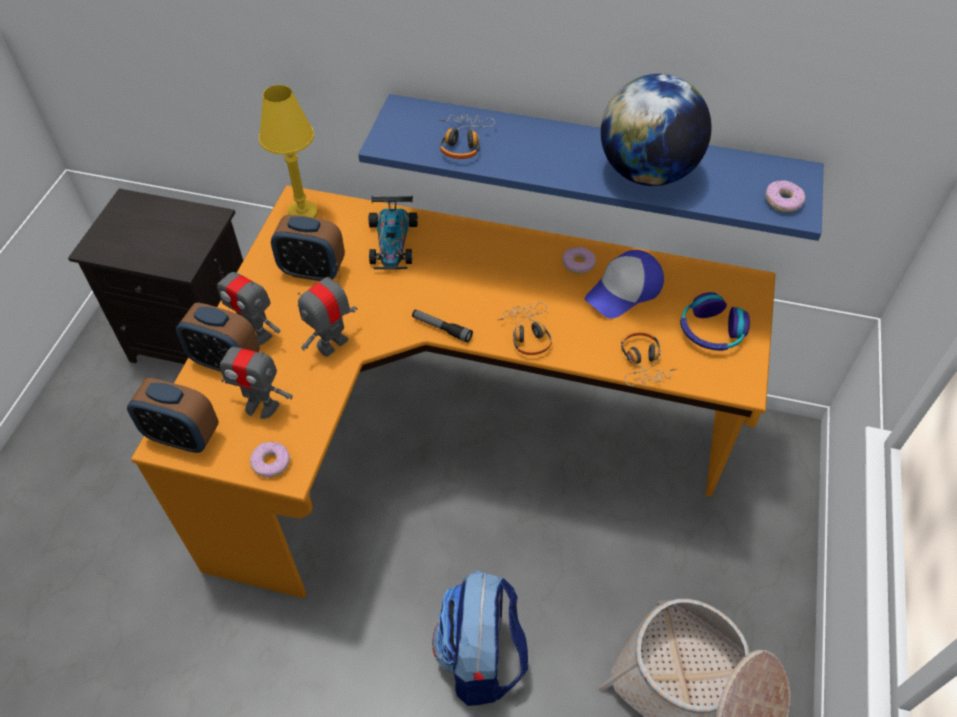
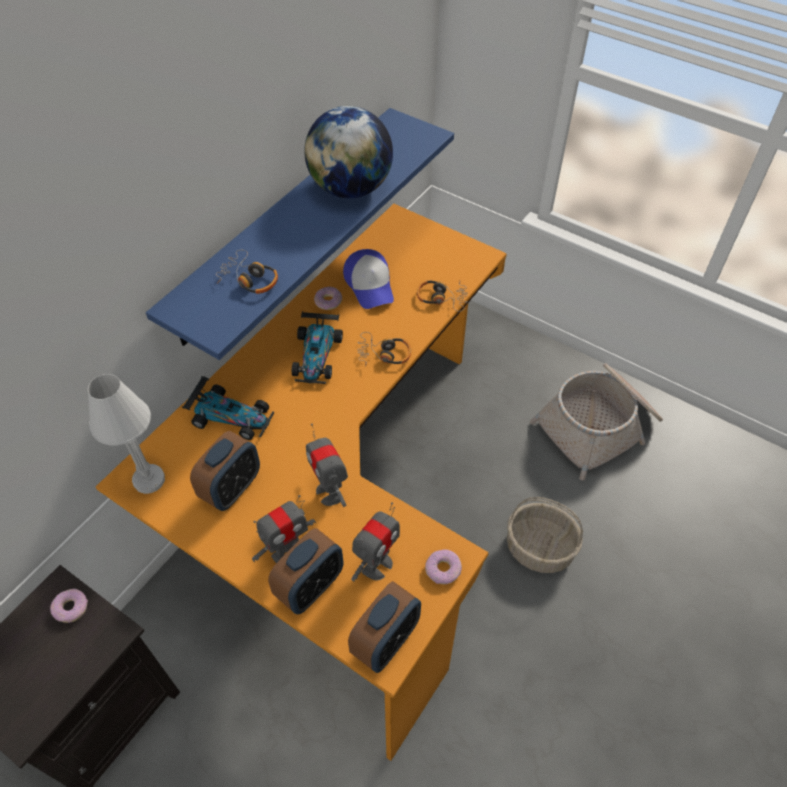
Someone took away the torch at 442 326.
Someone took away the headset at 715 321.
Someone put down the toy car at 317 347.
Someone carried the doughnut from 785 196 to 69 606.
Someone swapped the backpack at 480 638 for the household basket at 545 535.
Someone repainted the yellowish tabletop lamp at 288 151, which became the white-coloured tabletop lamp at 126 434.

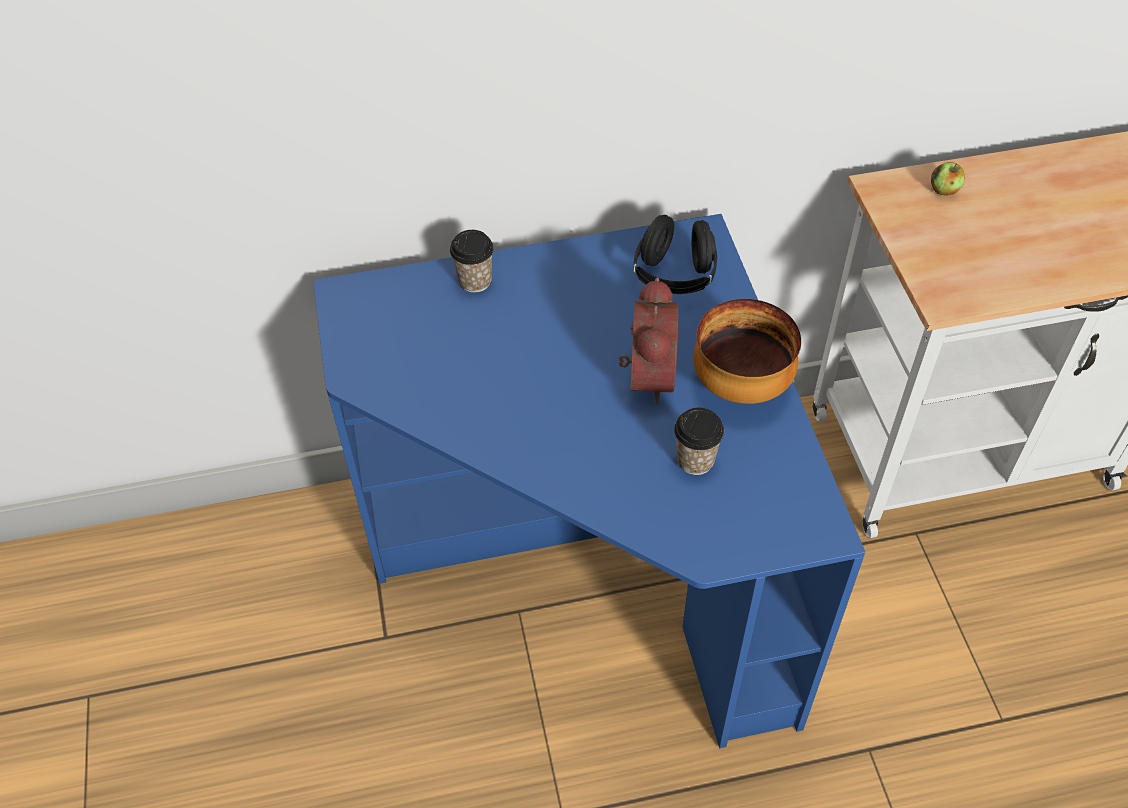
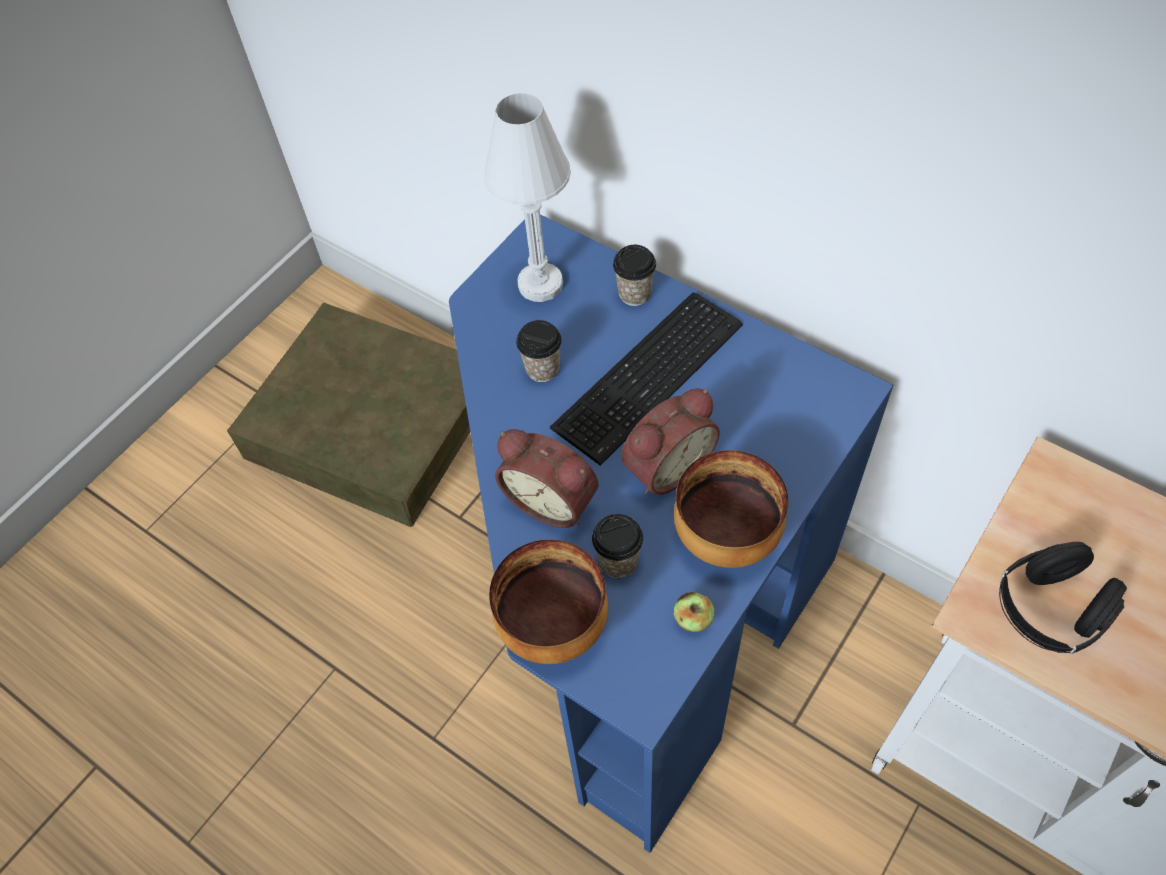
Someone put down the brownish storage box at 348 415.
Someone put down the white-coloured tabletop lamp at 527 197.
Someone put down the serving bowl at 548 601.
Someone put down the table clock at 546 478.
Someone put down the small cup at 539 351.
Someone put down the computer keyboard at 646 379.
Someone carried the black headset from 675 254 to 1063 598.
Someone carried the apple fruit from 948 179 to 694 612.

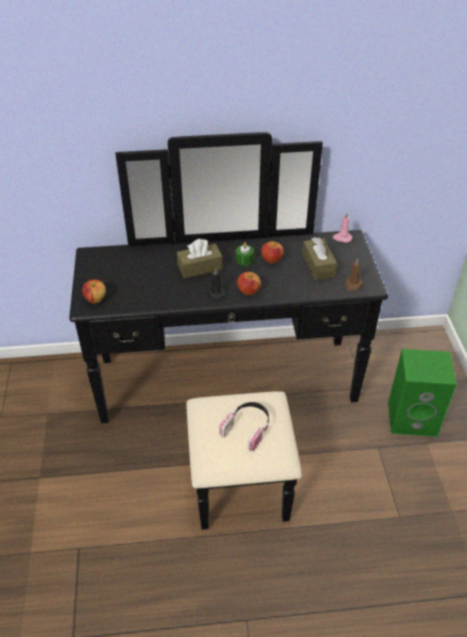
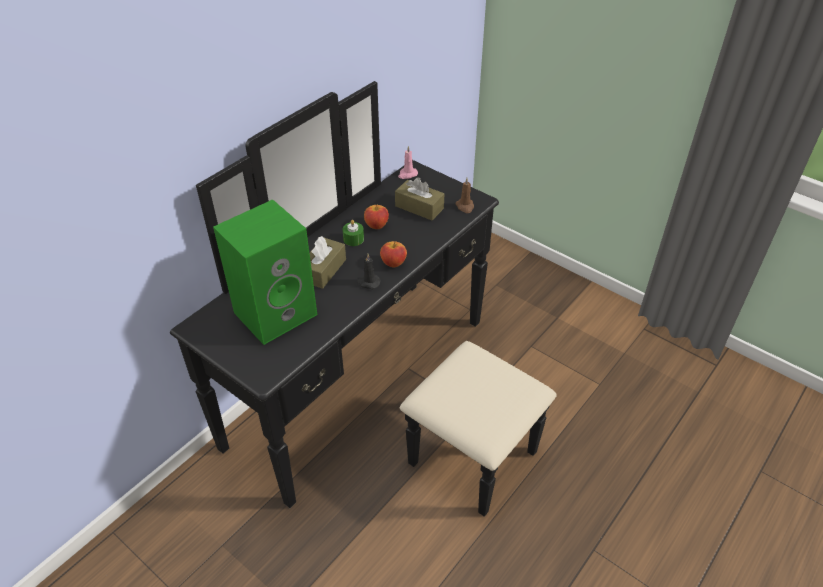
Someone took away the apple fruit at 94 291.
Someone took away the headset at 244 426.
Someone carried the green-coloured speaker from 422 393 to 265 272.

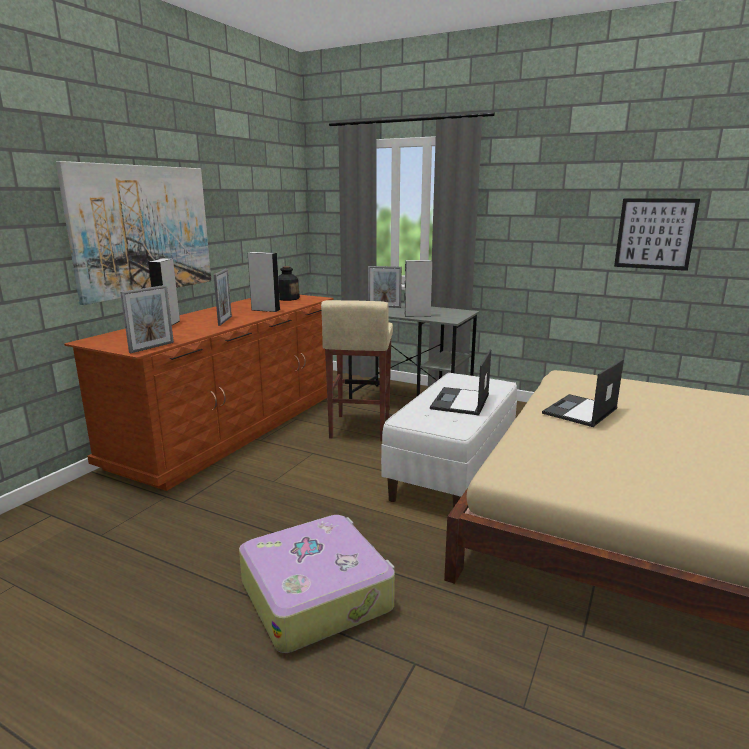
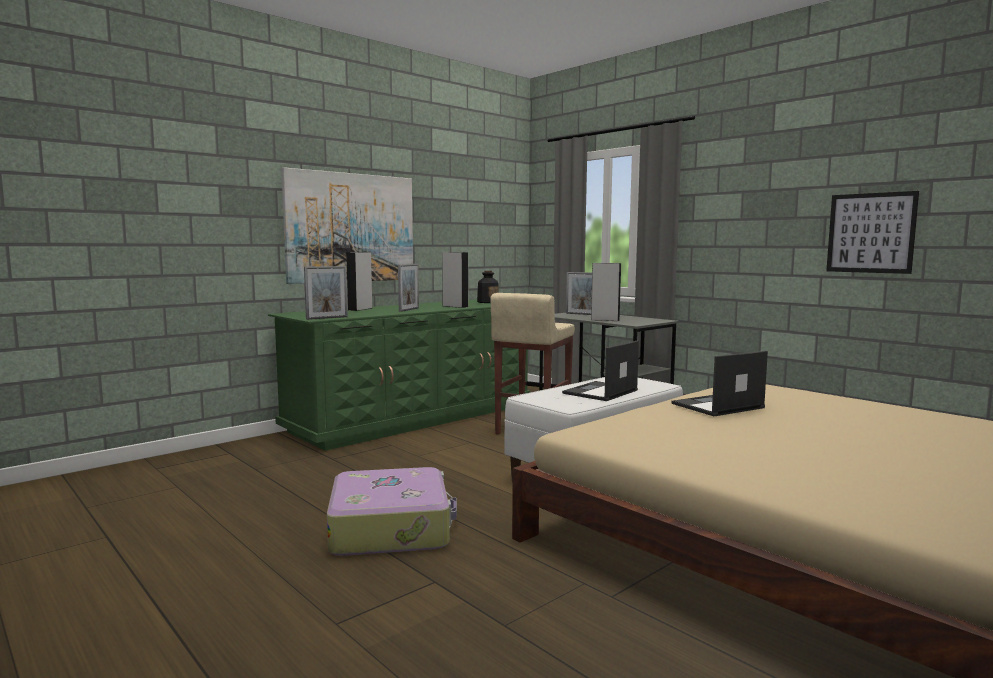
Someone repainted the brownish drawer chest at 199 393, which became the green-coloured drawer chest at 399 375.

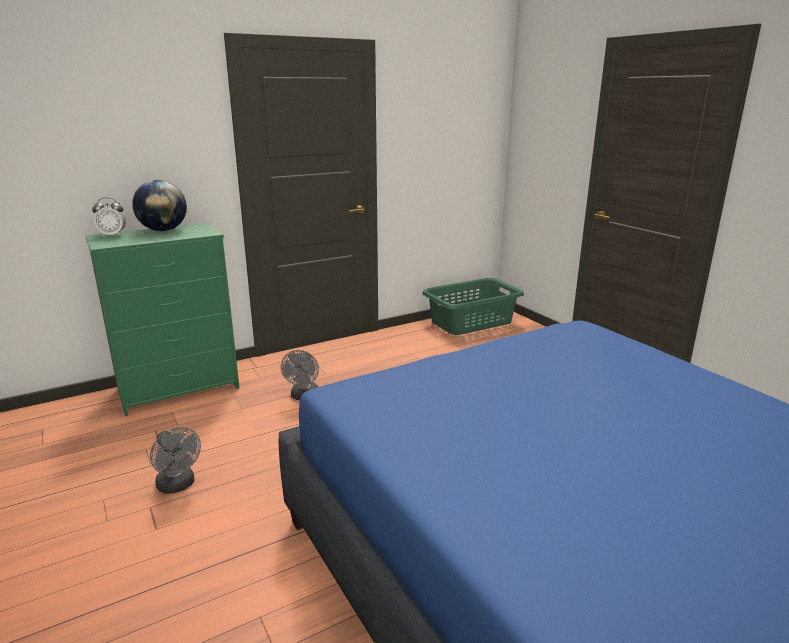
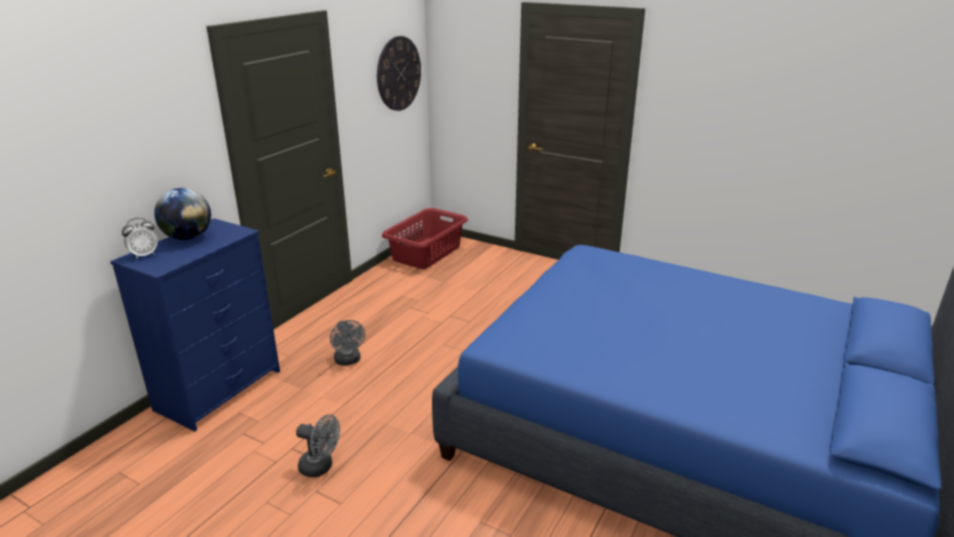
Someone put up the wall clock at 399 73.
Someone repainted the green-coloured drawer chest at 162 319, which became the bluish drawer chest at 195 324.
Someone repainted the green-coloured washing basket at 473 306, which became the reddish washing basket at 425 238.

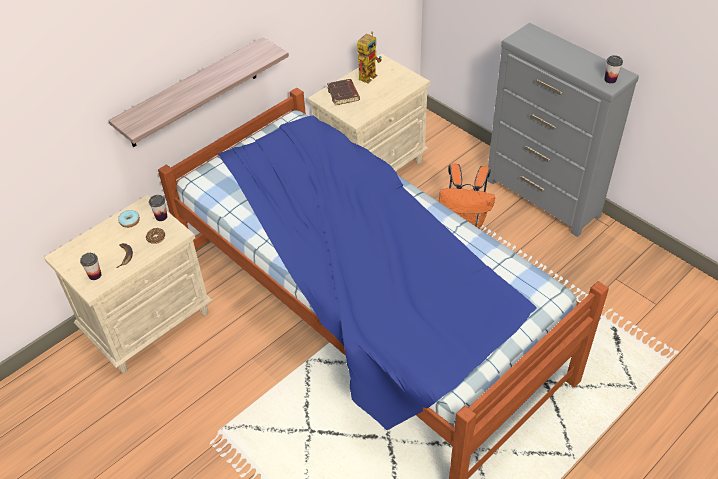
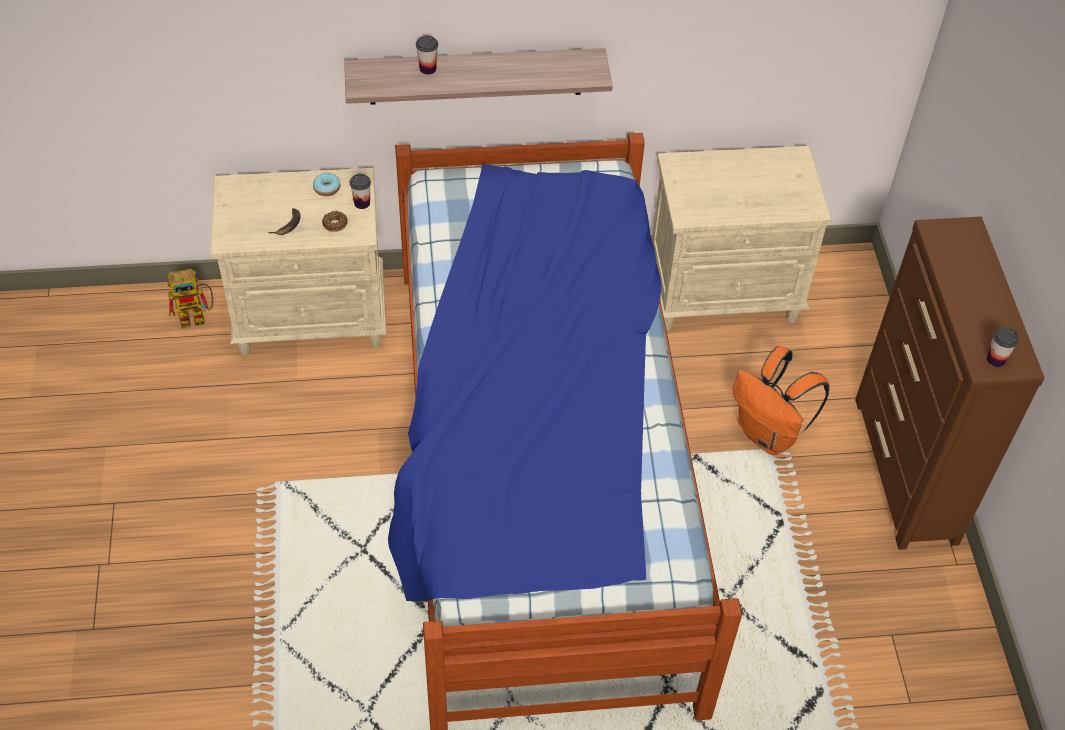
Someone took away the brownish bound book at 343 92.
Someone carried the small cup from 90 266 to 427 55.
Someone carried the model robot from 369 58 to 190 299.
Someone repainted the grey drawer chest at 563 130, which became the brownish drawer chest at 949 383.

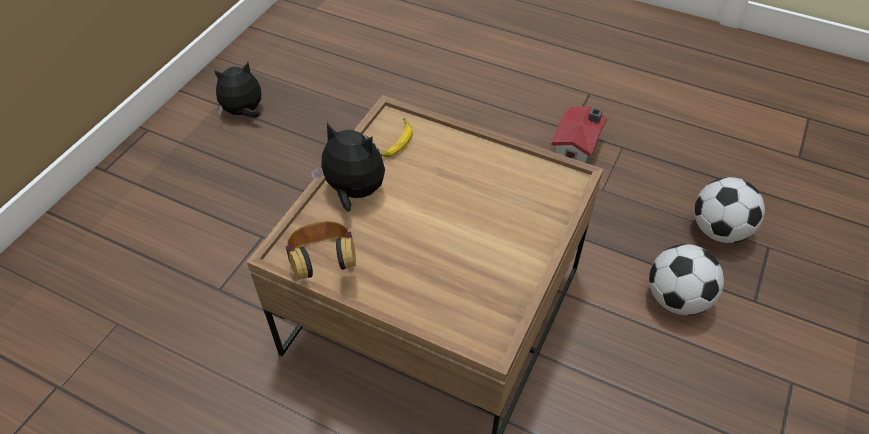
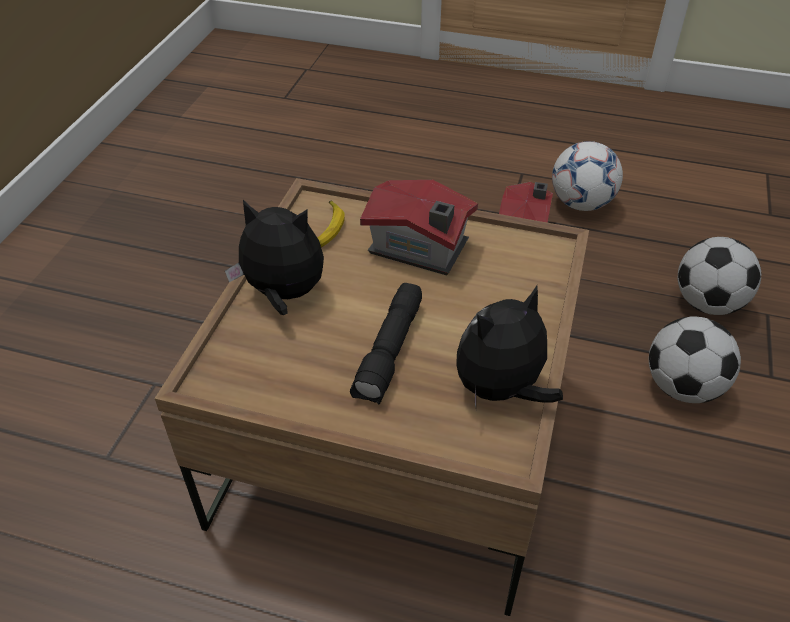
Someone took away the headset at 321 250.
Someone put down the black torch at 386 343.
Someone put down the miniature house at 419 227.
Someone put down the ball for football at 587 176.
Someone carried the plush toy from 237 89 to 509 346.

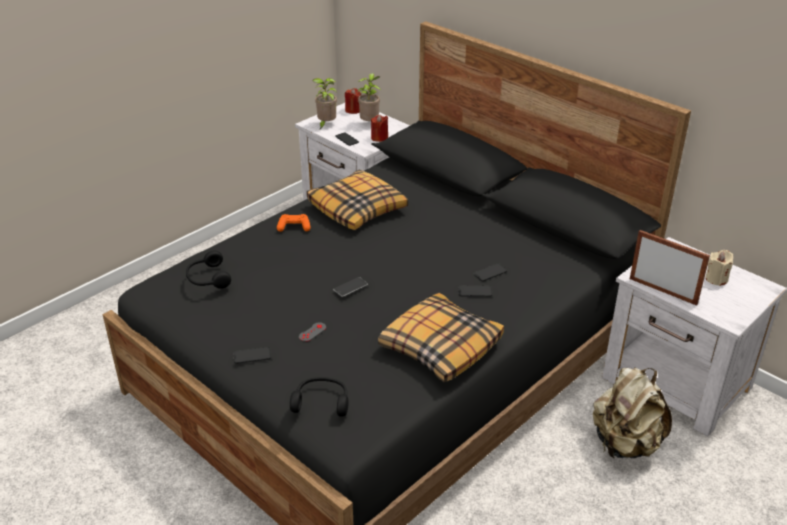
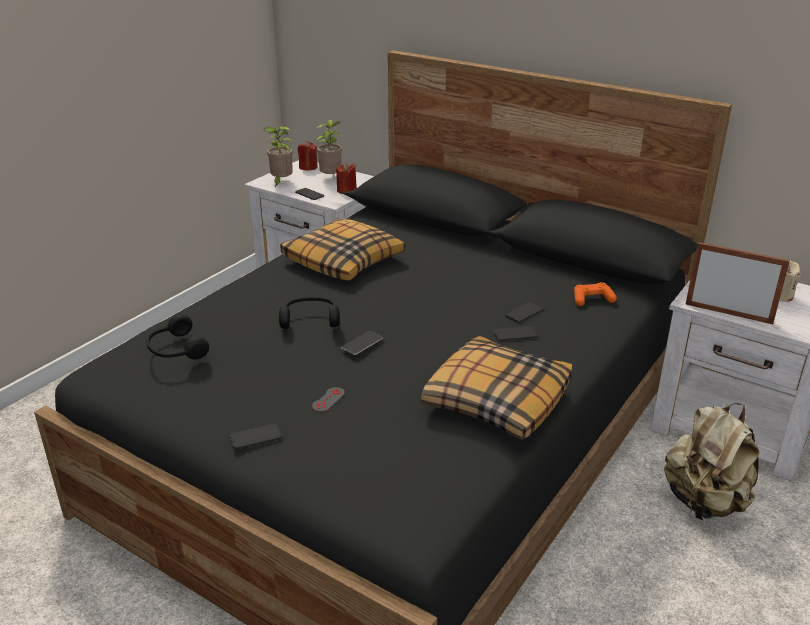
Someone carried the orange-coloured gamepad from 294 223 to 595 294.
Someone carried the black headset from 319 397 to 309 313.

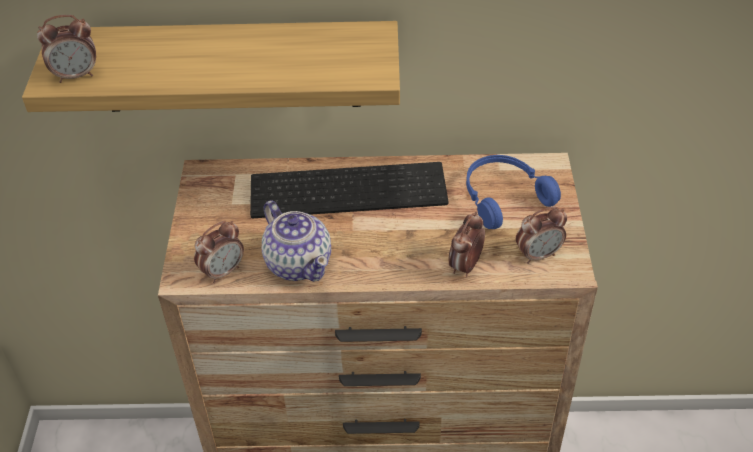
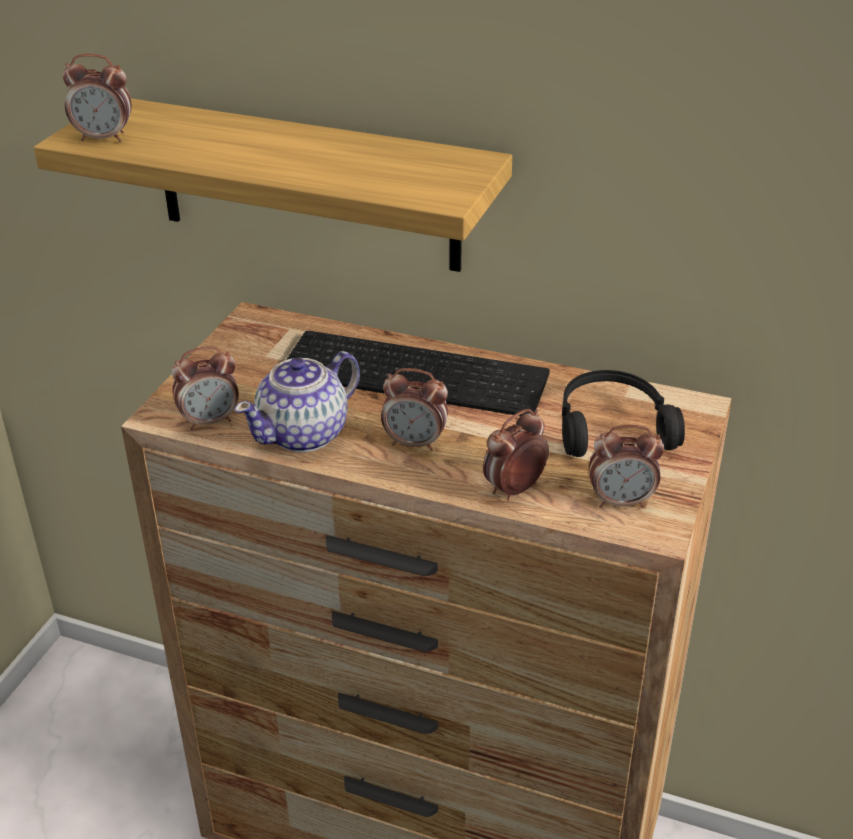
Someone put down the table clock at 414 409.
Someone repainted the bluish headset at 513 192, which became the black headset at 623 413.
Someone rotated the tea pot at 296 241 by 60 degrees clockwise.

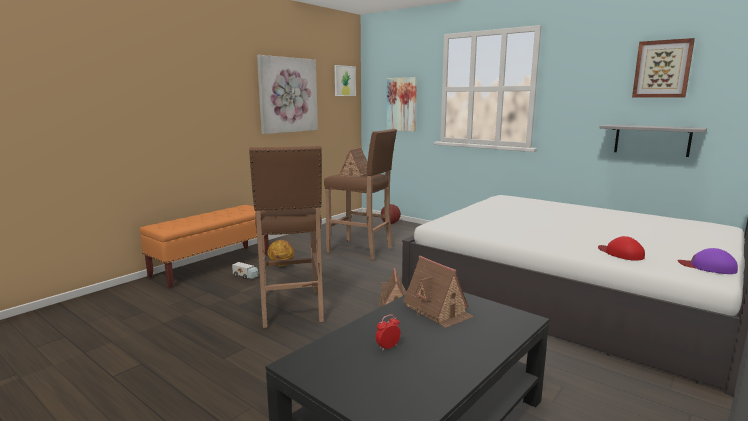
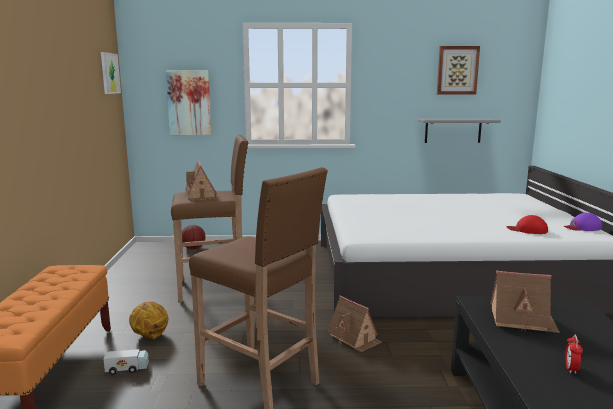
Someone took away the picture at 287 94.

